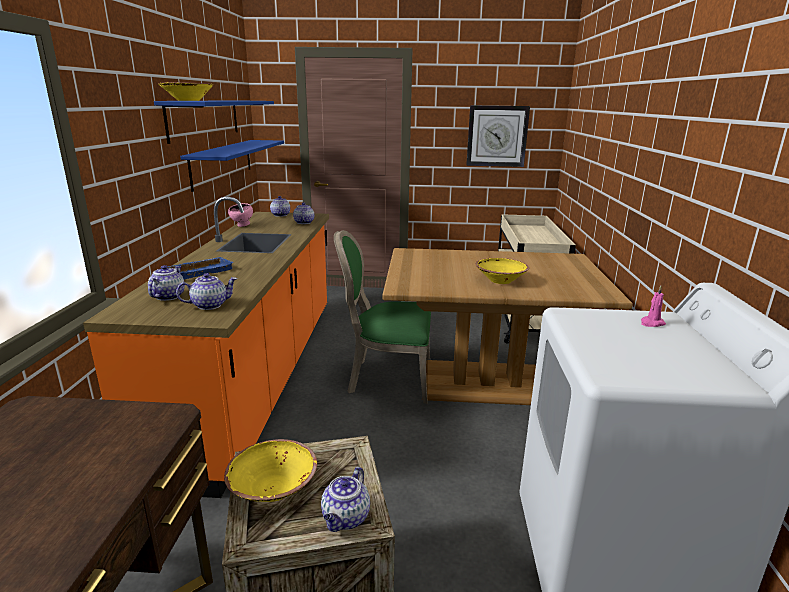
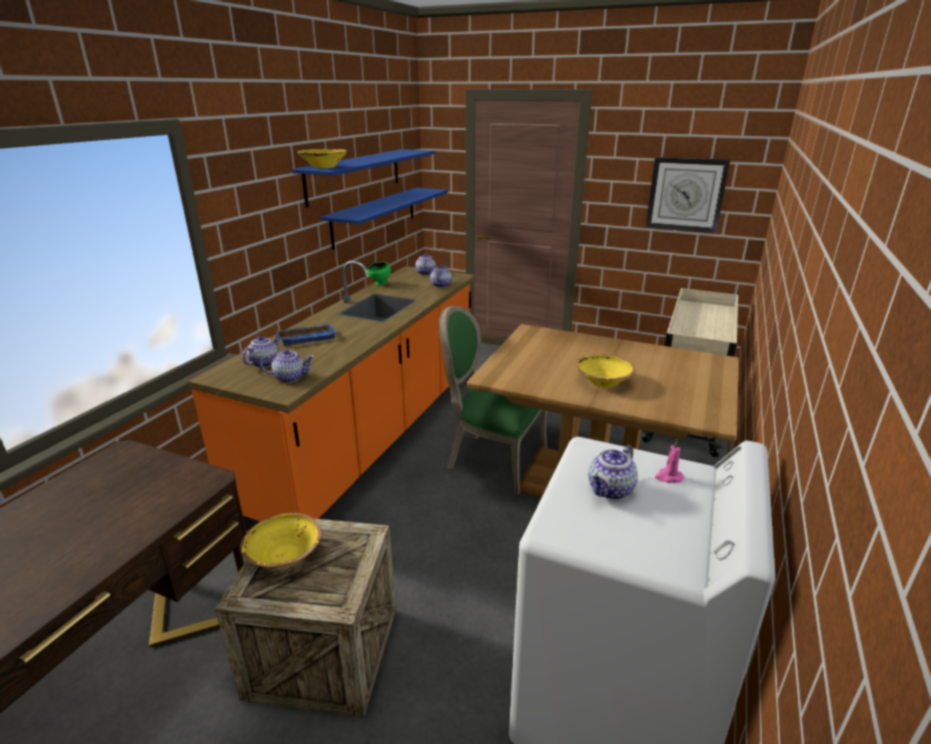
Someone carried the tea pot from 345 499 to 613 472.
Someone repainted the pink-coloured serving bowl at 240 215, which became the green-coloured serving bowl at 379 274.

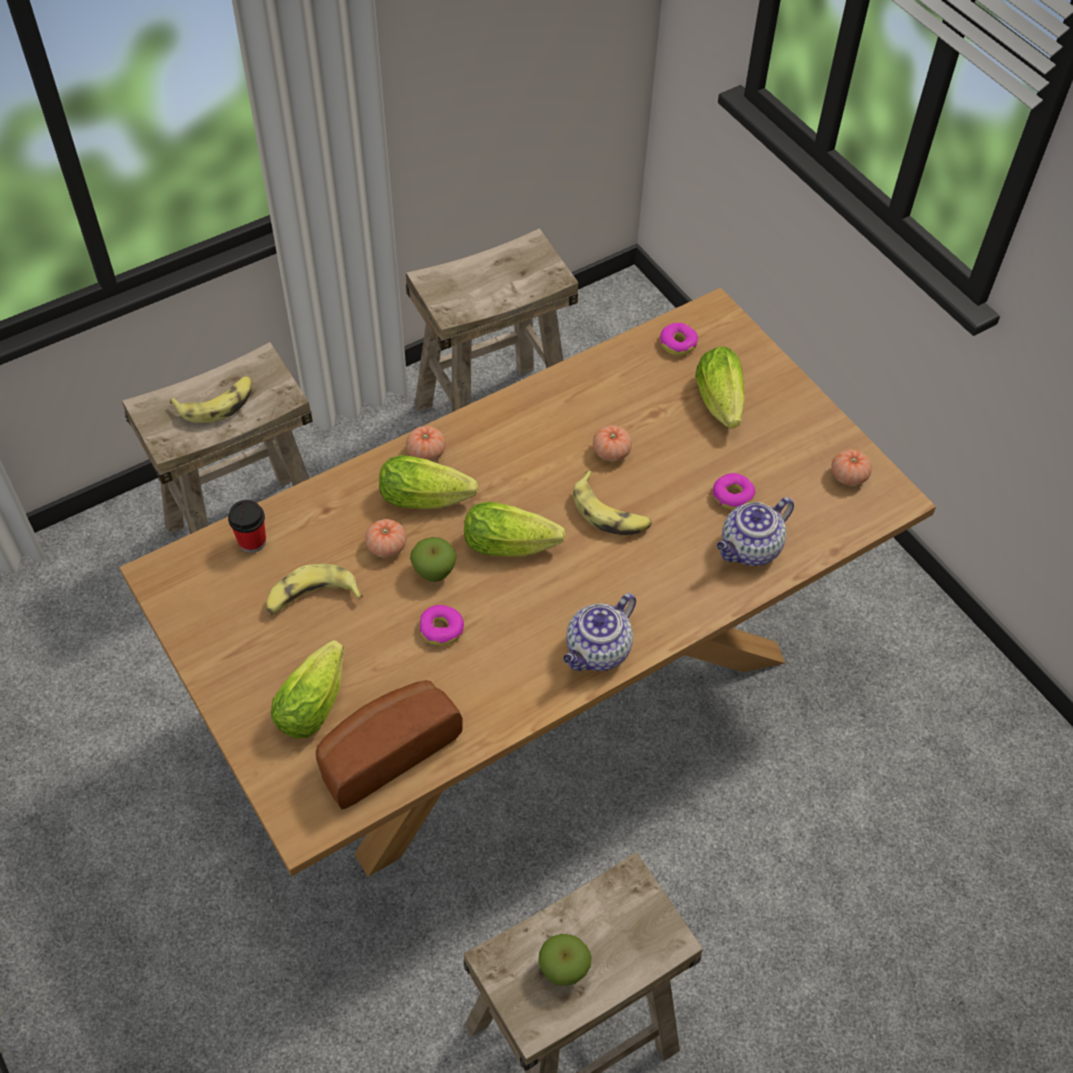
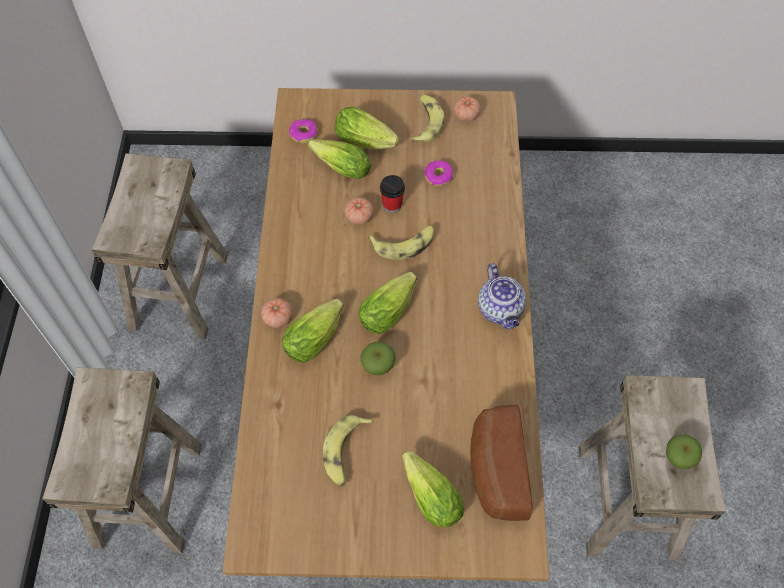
Someone took away the whole tomato at 386 538.
Someone took away the doughnut at 442 625.
Someone took away the tea pot at 755 531.
Someone put down the lettuce head at 339 159.
Someone carried the banana fruit from 211 399 to 427 118.
Someone carried the small cup from 247 526 to 392 194.

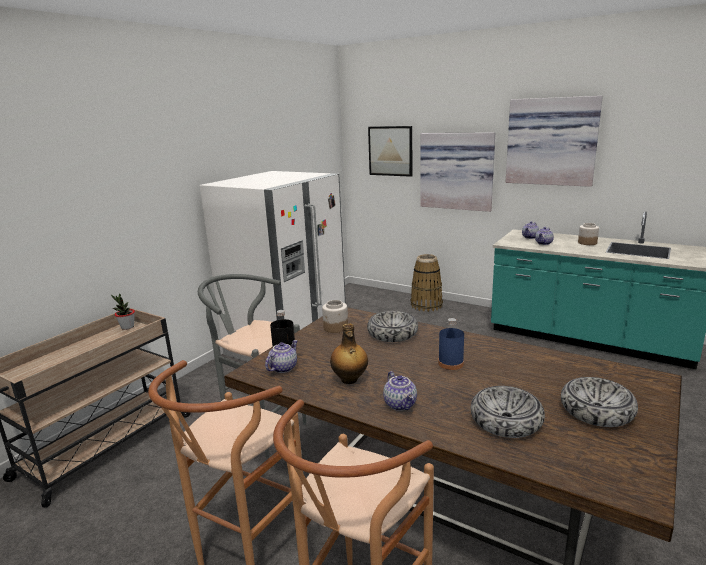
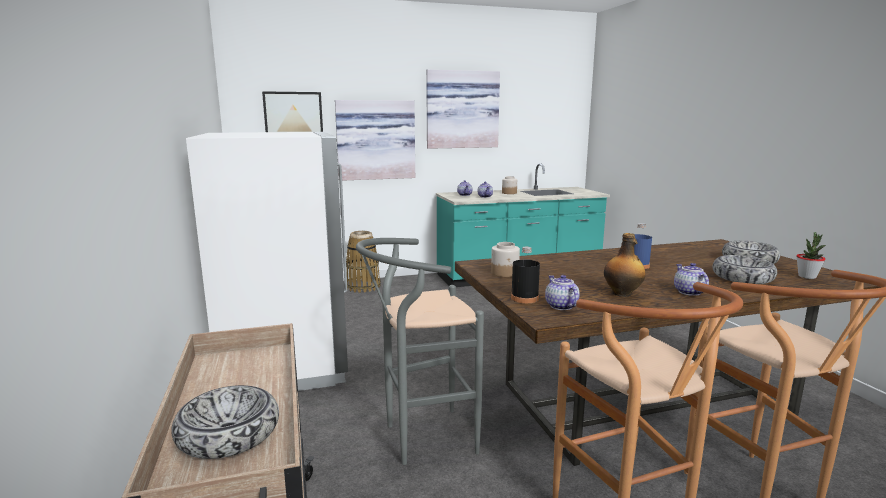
Someone carried the houseplant from 123 312 to 811 255.
Someone carried the serving bowl from 392 326 to 225 422.
Someone rotated the tea pot at 400 391 by 120 degrees counterclockwise.

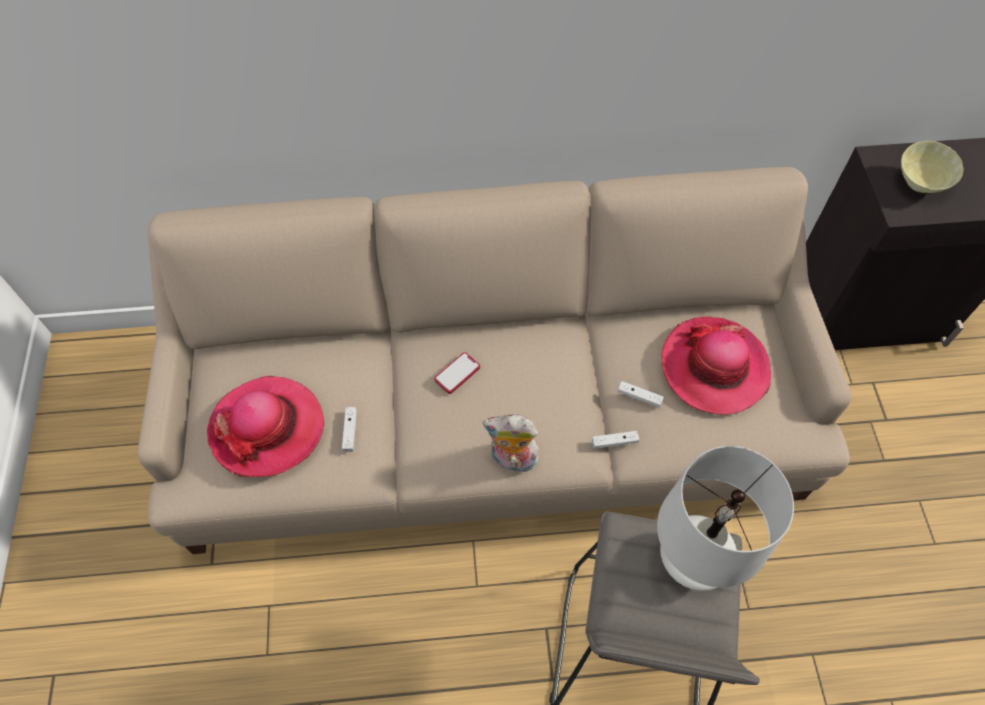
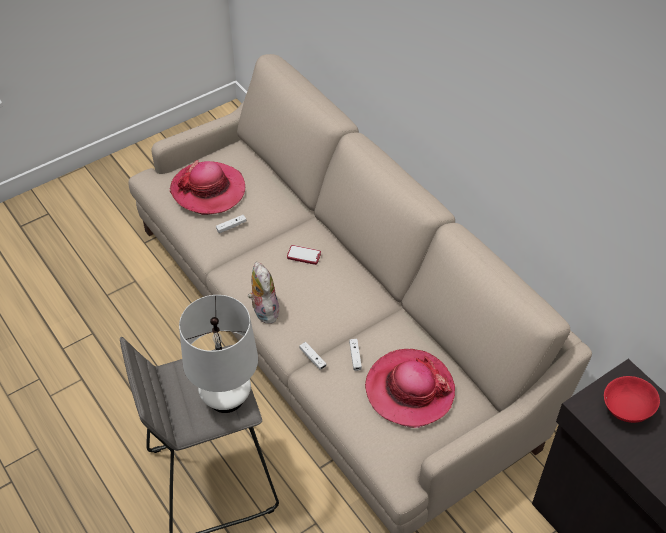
Someone repainted the sand-coloured serving bowl at 932 167, which became the reddish serving bowl at 632 399.

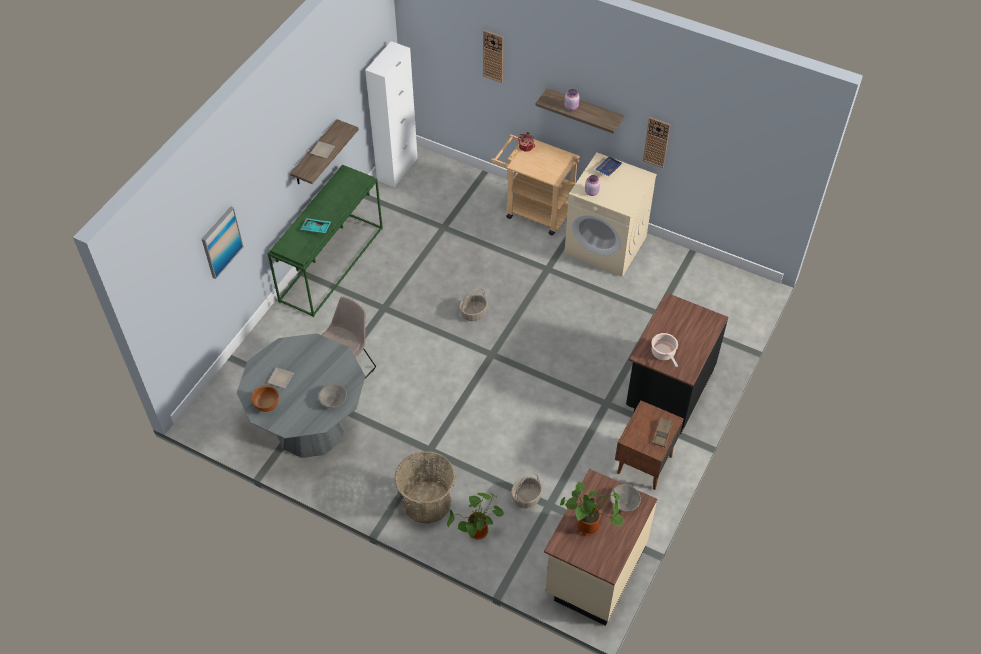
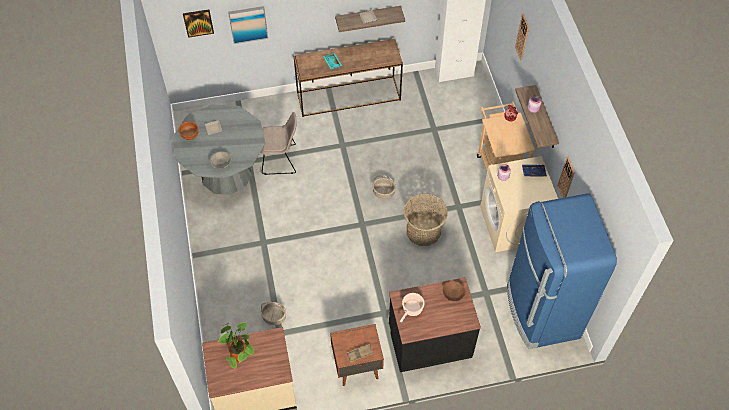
Someone took away the houseplant at 475 516.
Someone took away the grey serving bowl at 625 498.
Someone put up the picture at 198 23.
Someone put down the brownish serving bowl at 454 291.
Someone put down the bluish kitchen fridge at 562 271.
Someone carried the household basket from 425 487 to 426 219.
Someone repainted the green-coloured narrow table at 325 241, which became the brownish narrow table at 348 78.

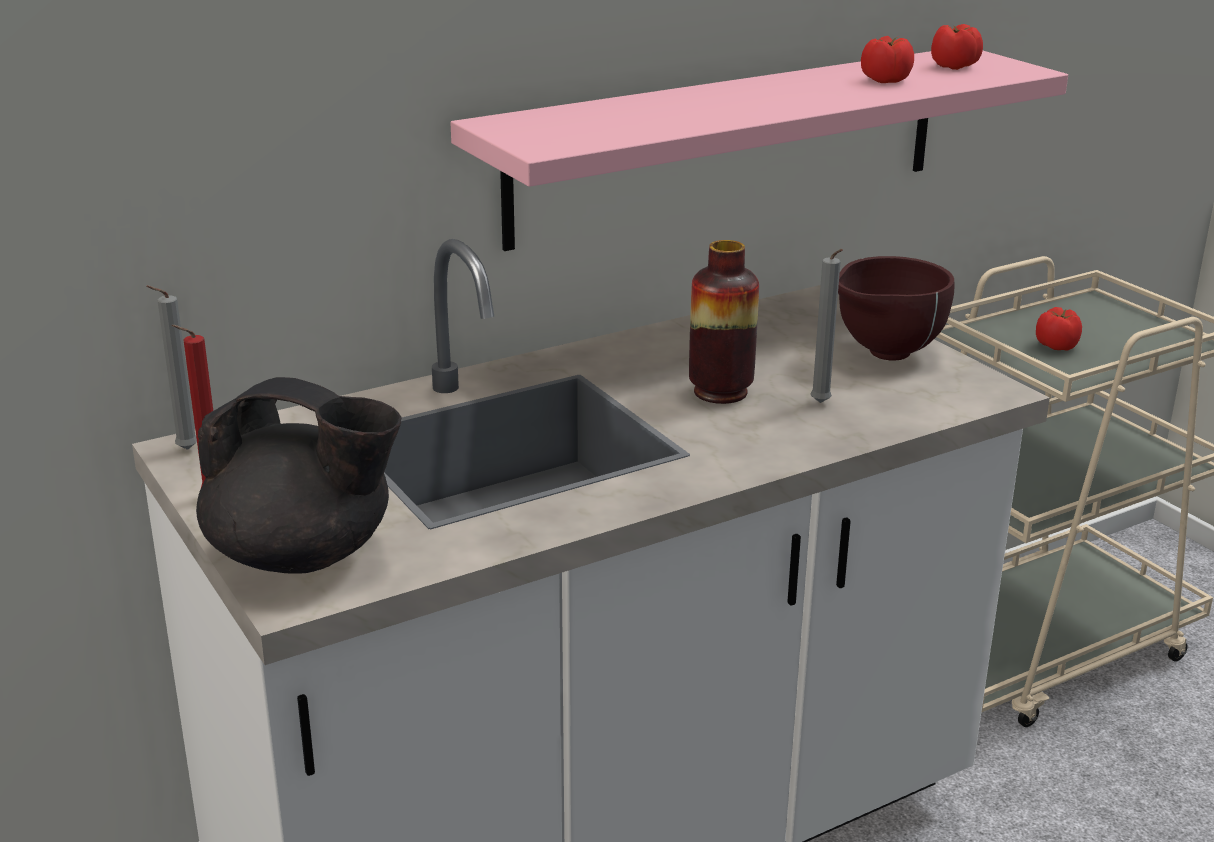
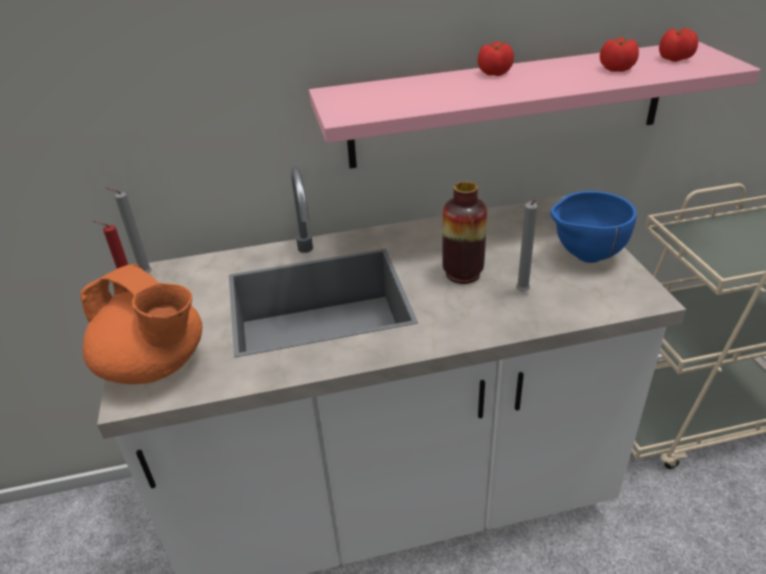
Someone carried the whole tomato from 1059 329 to 496 58.
Someone repainted the black tea pot at 299 475, which became the orange-coloured tea pot at 141 324.
Someone repainted the brownish serving bowl at 896 308, which became the bluish serving bowl at 593 227.

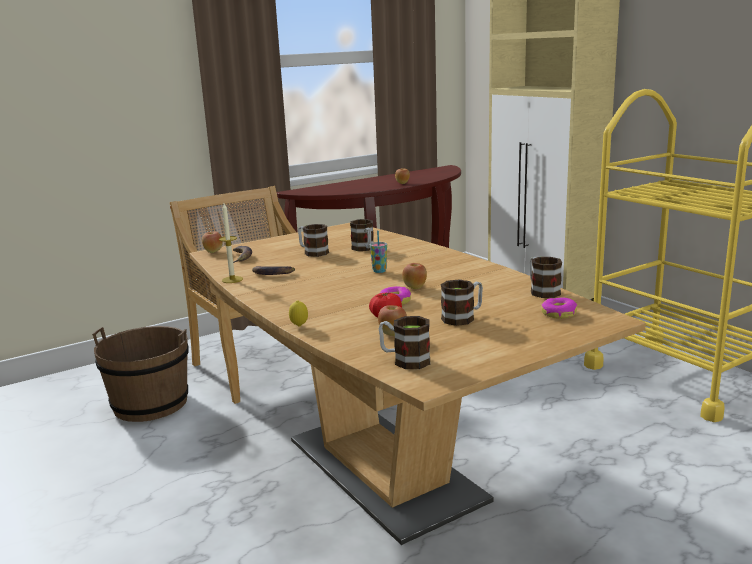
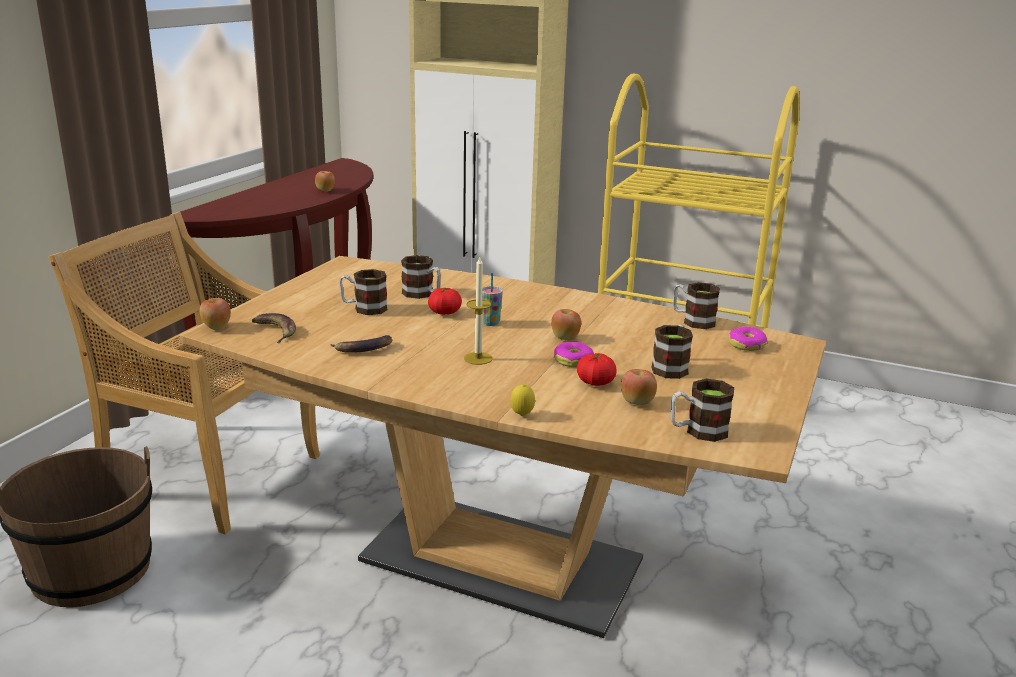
Someone put down the whole tomato at 445 301.
Someone carried the wax candle from 231 243 to 478 311.

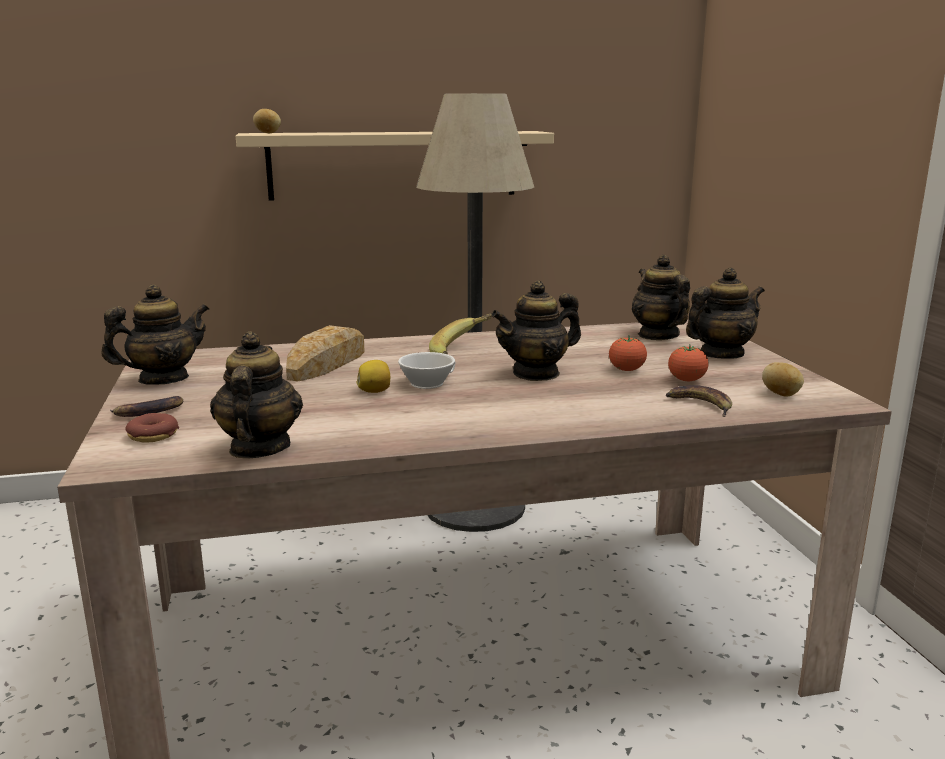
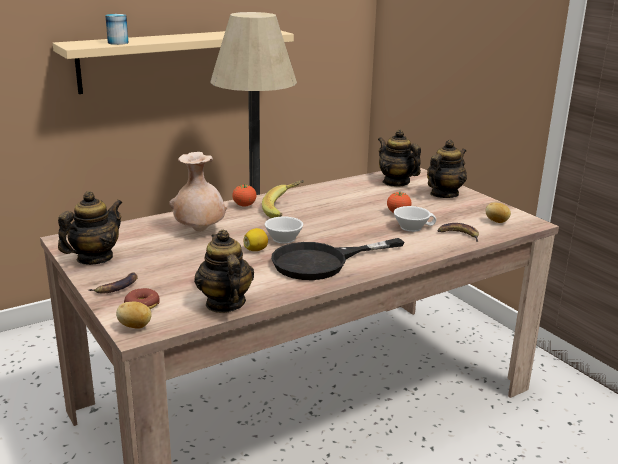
Someone took away the tea pot at 536 330.
Someone put down the sealed can at 116 29.
Someone put down the black frying pan at 337 259.
Someone put down the white-coloured small cup at 415 219.
Someone carried the whole potato from 267 121 to 134 315.
Someone carried the whole tomato from 688 362 to 244 195.
Someone swapped the bakery bread at 325 353 for the sand-coloured decorative vase at 198 192.

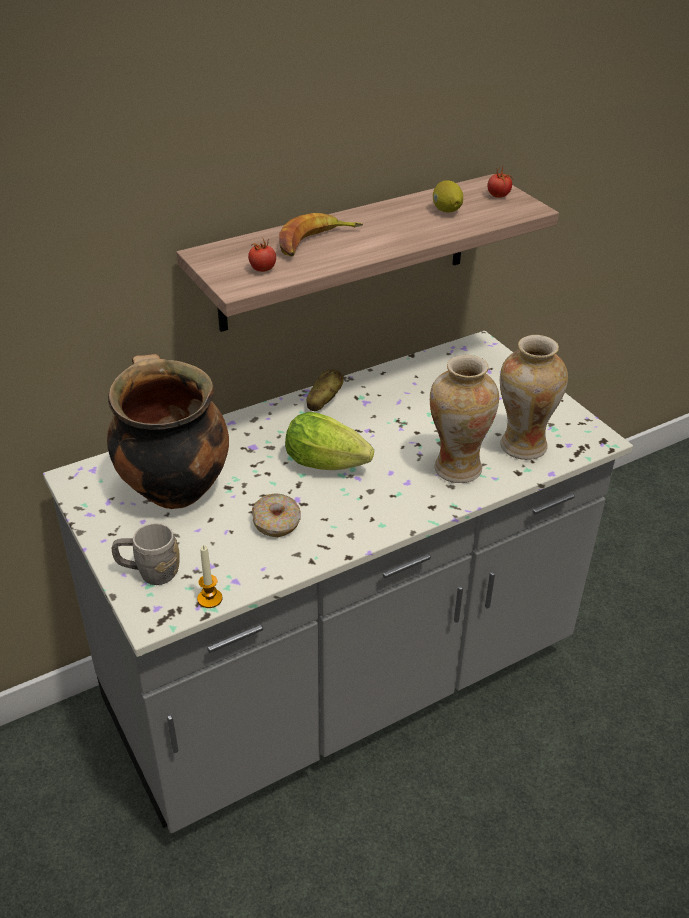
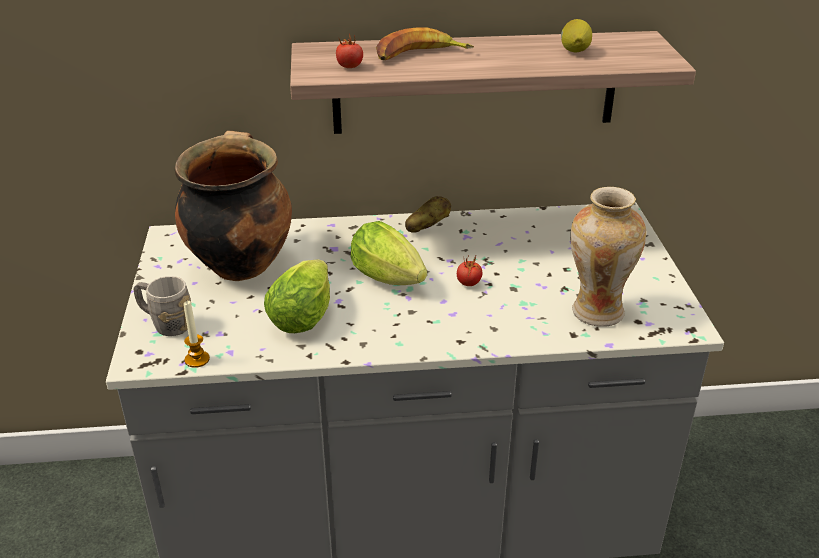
Someone took away the decorative vase at 464 419.
Someone carried the whole tomato from 500 182 to 469 271.
Someone swapped the doughnut at 276 515 for the lettuce head at 297 296.

